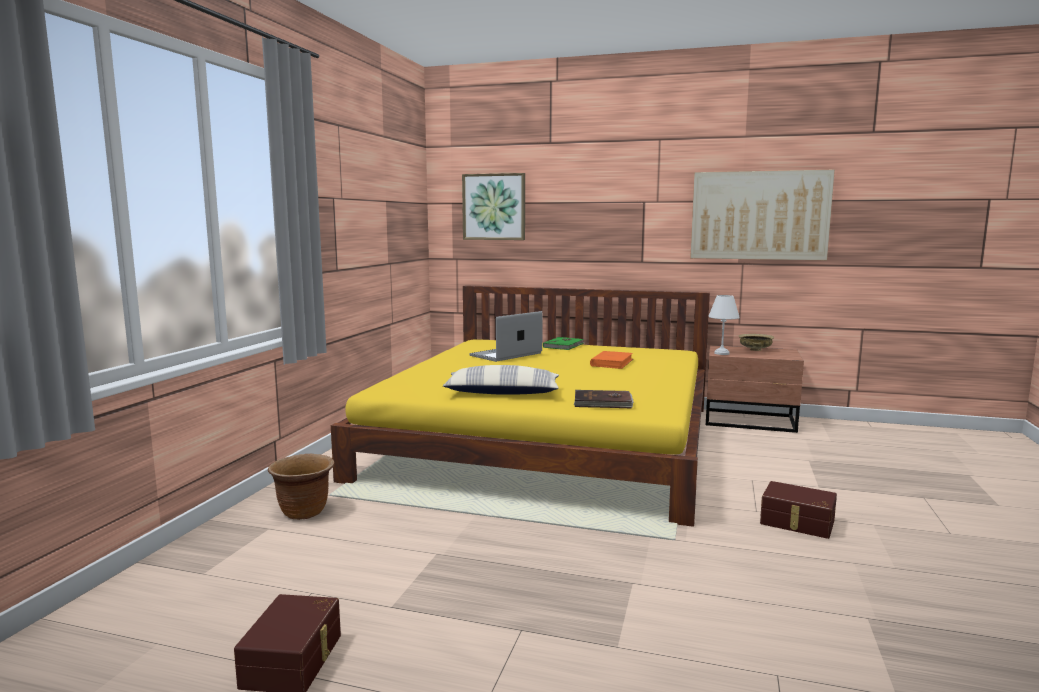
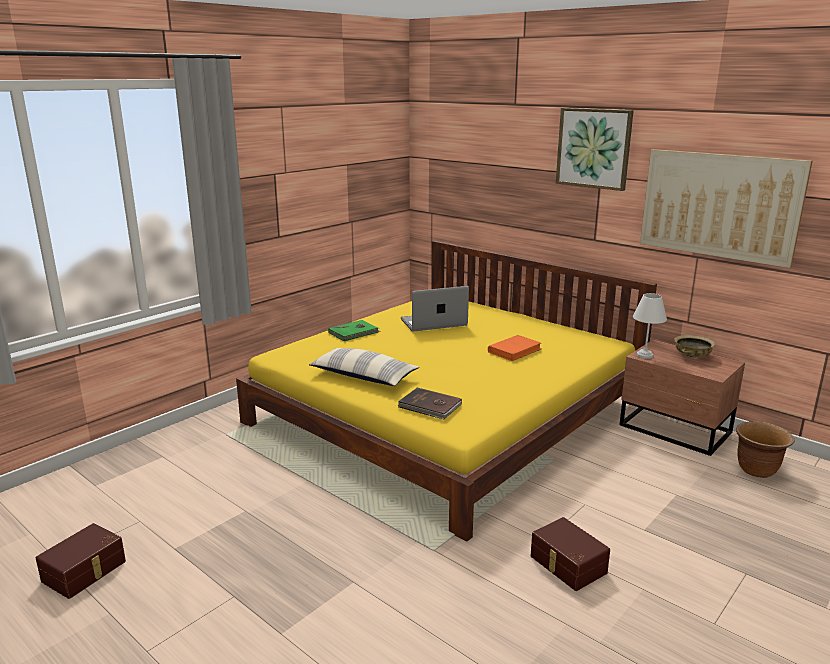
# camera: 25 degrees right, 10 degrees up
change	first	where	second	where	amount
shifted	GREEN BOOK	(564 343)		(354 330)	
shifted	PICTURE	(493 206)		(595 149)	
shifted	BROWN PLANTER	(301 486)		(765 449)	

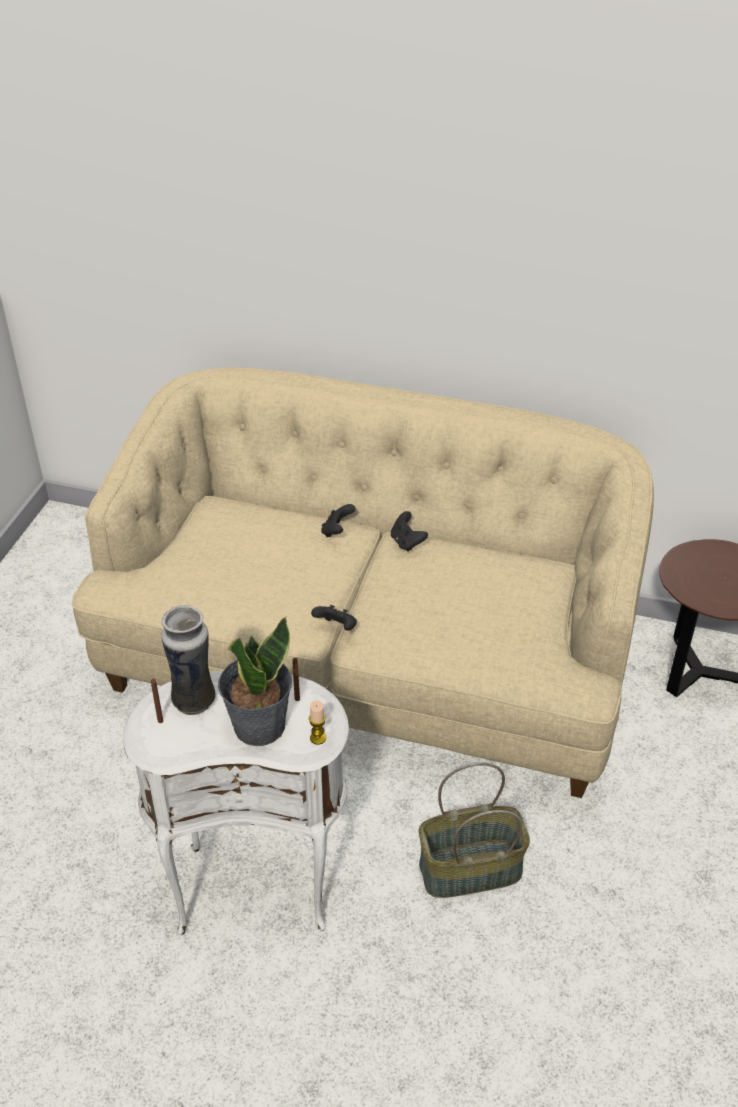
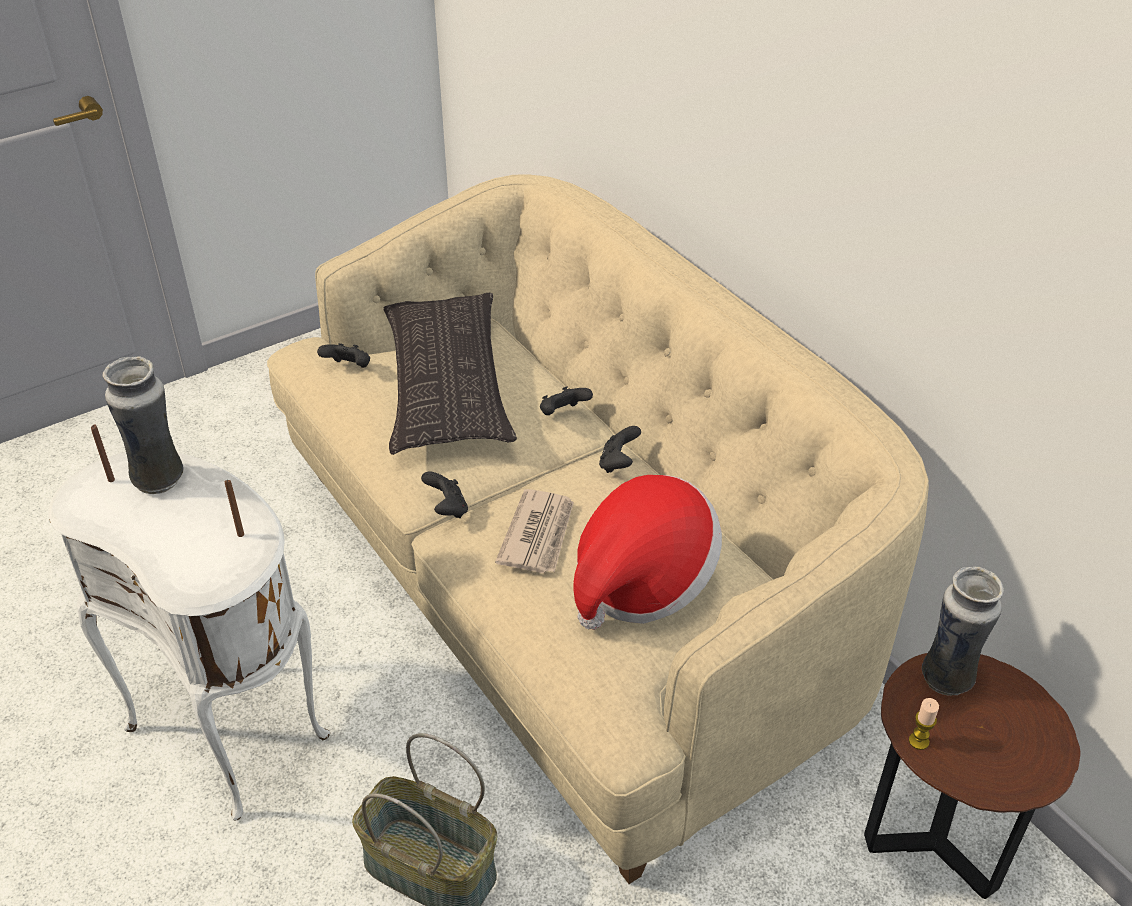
# camera: 40 degrees right, 0 degrees up
change	first	where	second	where	amount
new			BLACK GAME CONTROLLER	(343 355)	
new			PILLOW	(450 374)	
new			NEWSPAPER	(534 531)	
new			HAT	(648 552)	
shifted	CANDLE	(317 723)		(924 724)	
new			VASE	(963 631)	
gone	POTTED PLANT	(255 681)			

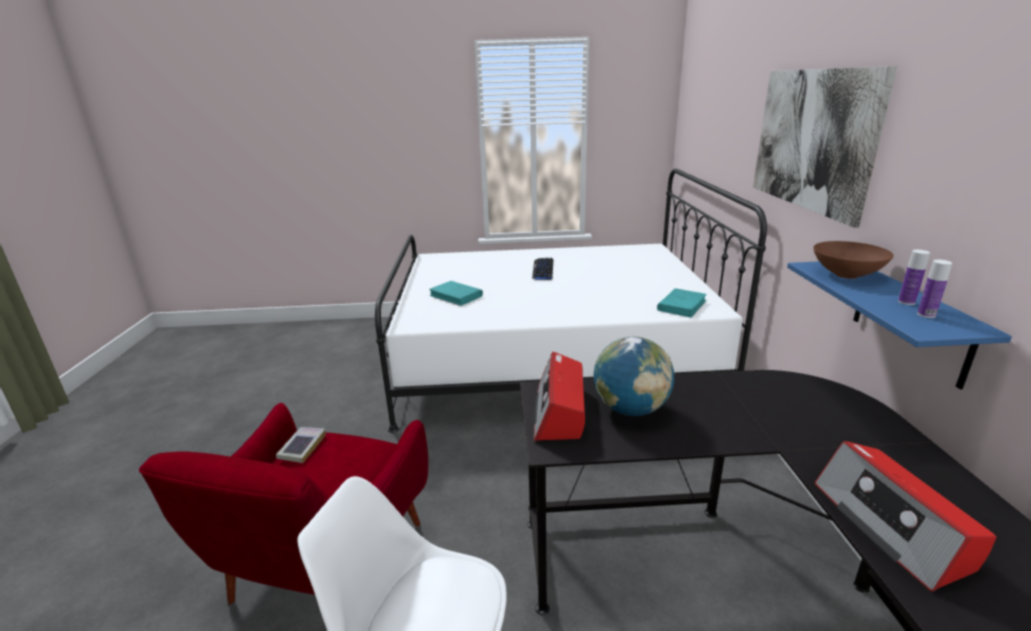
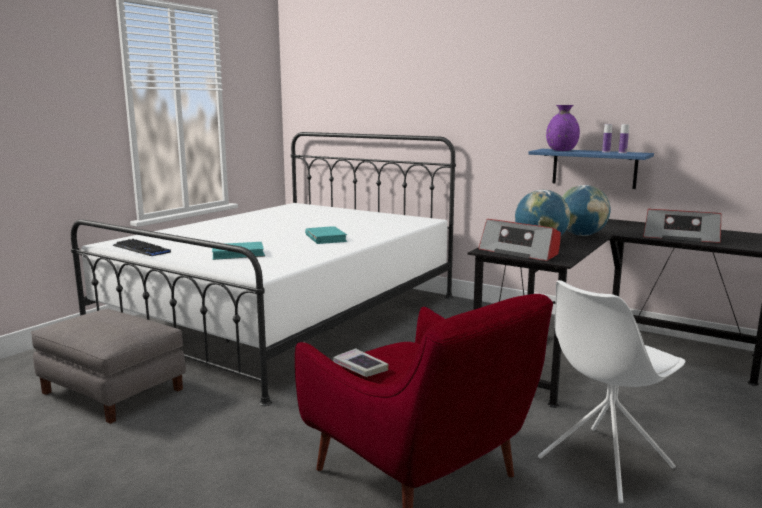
# camera: 55 degrees left, 10 degrees down
change	first	where	second	where	amount
new			GREY OTTOMAN	(108 366)	
shifted	KEYBOARD	(542 269)		(141 247)	
shifted	TURQUOISE BOOK	(682 302)		(326 235)	
swapped	BROWN BOWL	(853 260)	PURPLE VASE	(563 128)	
new			GLOBE	(586 210)	
gone	PICTURE	(825 147)			

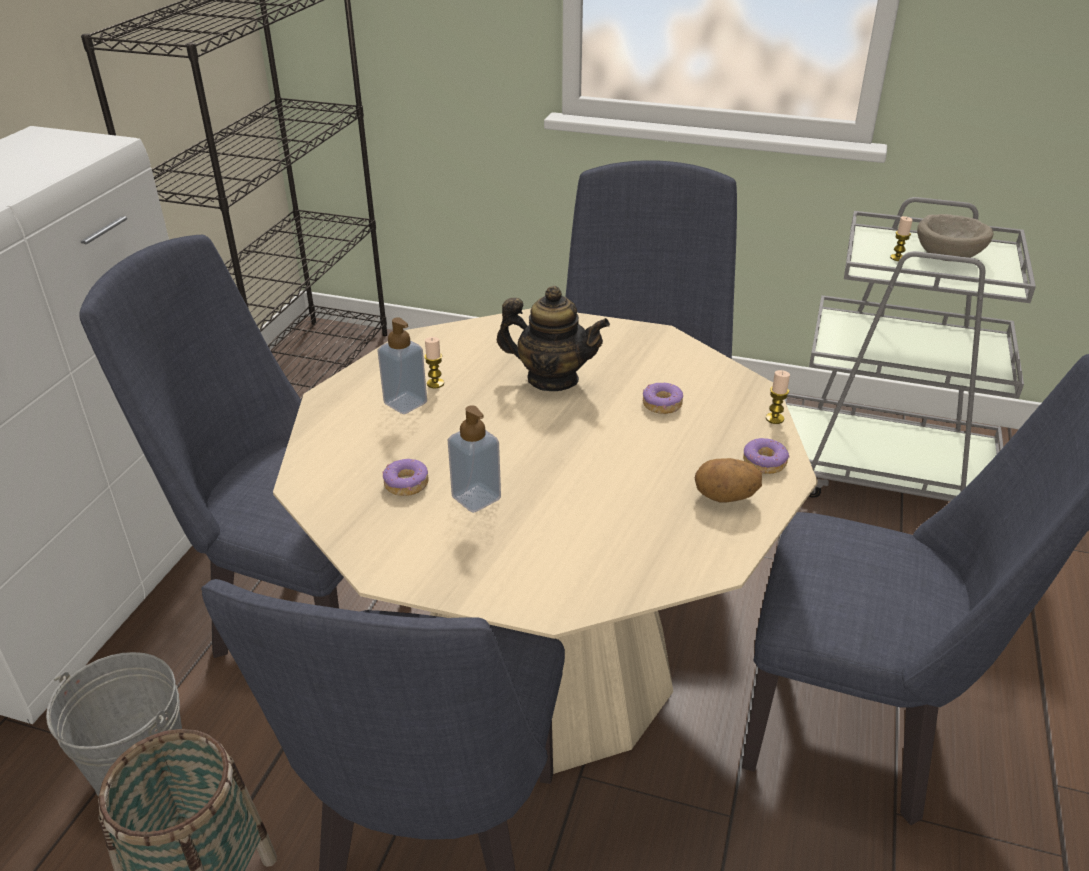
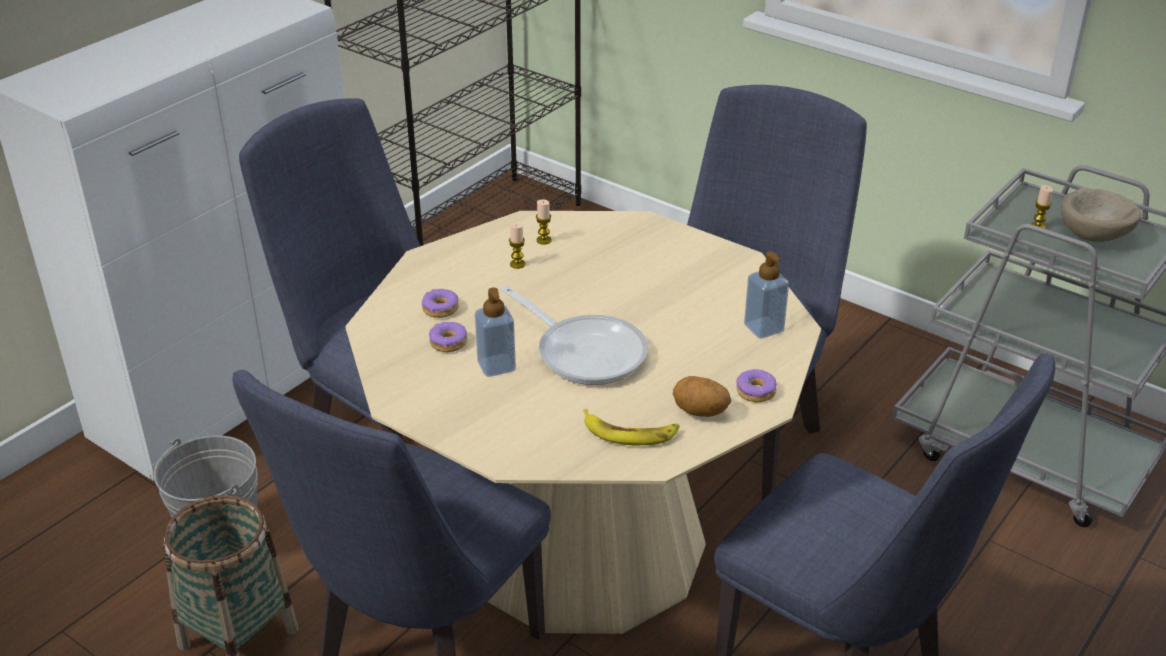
# camera: 20 degrees right, 0 degrees up
change	first	where	second	where	amount
shifted	DONUT	(663 398)		(440 303)	
new			FRYING PAN	(574 335)	
shifted	CANDLE	(778 397)		(544 222)	
new			BANANA	(631 427)	
shifted	SOAP DISPENSER	(402 365)		(766 295)	
gone	TEAPOT	(553 338)			

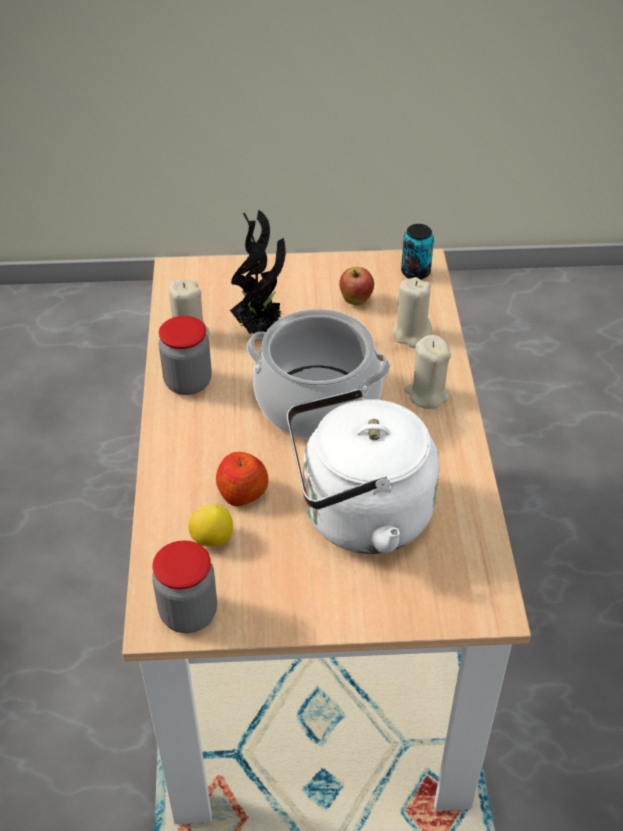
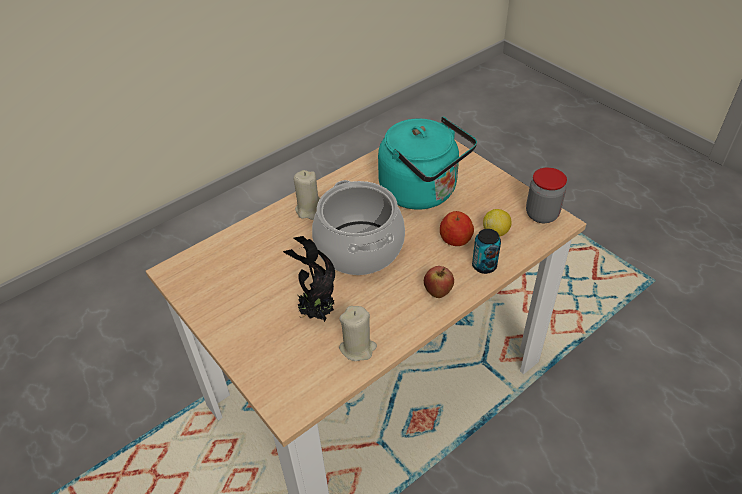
# camera: 125 degrees left, 0 degrees up
change	first	where	second	where	amount
repainted	WHITE KETTLE	(363 471)	TURQUOISE KETTLE	(427 163)	
shifted	APPLE	(356 286)		(439 282)	
shifted	CAN	(417 252)		(486 251)	
gone	JAR	(185 355)			
gone	BEIGE CANDLE	(412 312)			

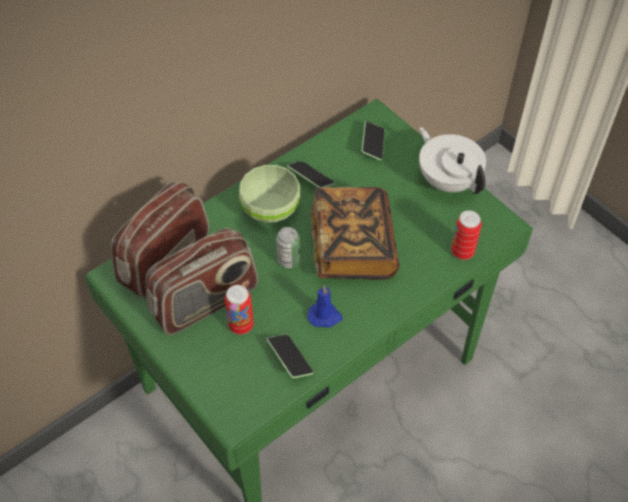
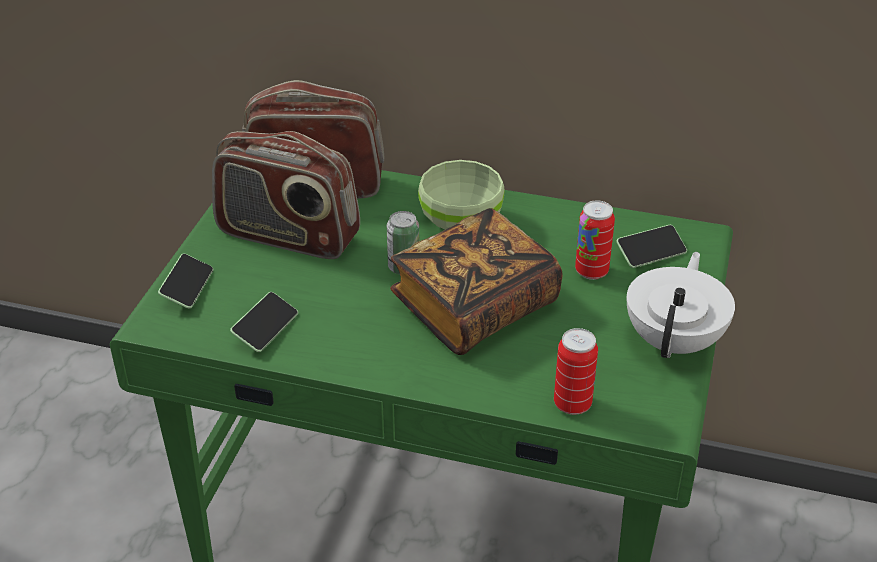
# camera: 55 degrees right, 15 degrees down
change	first	where	second	where	amount
shifted	PHONE	(311 174)		(186 281)	
shifted	CAN	(239 310)		(595 240)	
gone	BLUE CANDLE	(325 306)			

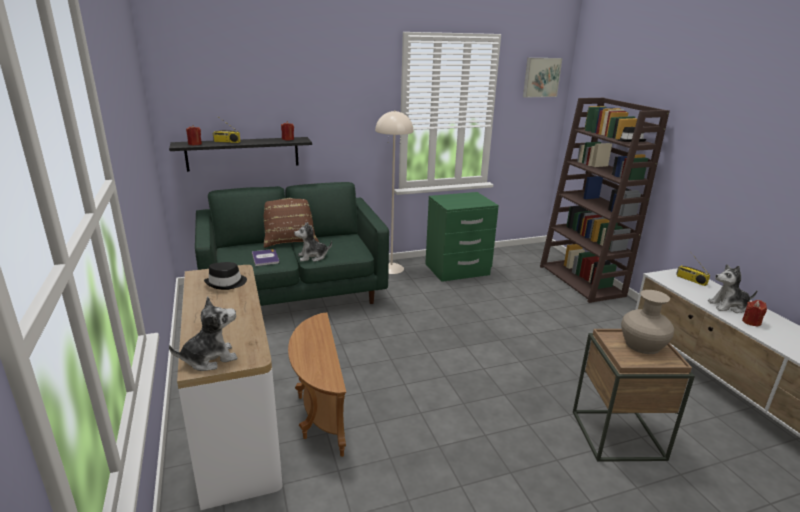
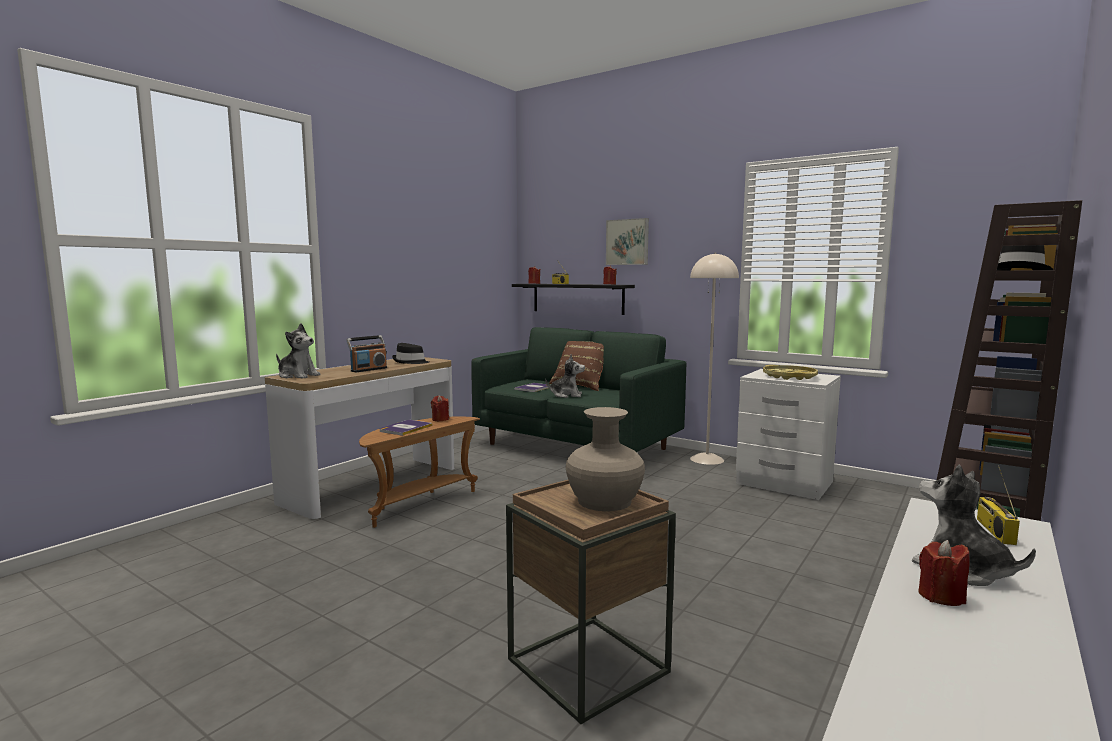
# camera: 55 degrees right, 15 degrees down
change	first	where	second	where	amount
new			RADIO	(366 353)	
new			BOOK	(406 428)	
new			RED CANDLE	(440 408)	
rotated	PLUSH TOY	(313 242)		(565 376)	150 degrees clockwise
shifted	PICTURE	(542 77)		(627 241)	
repainted	GREEN NIGHTSTAND	(462 237)	WHITE NIGHTSTAND	(788 434)	
new			YELLOW TRAY	(790 372)	

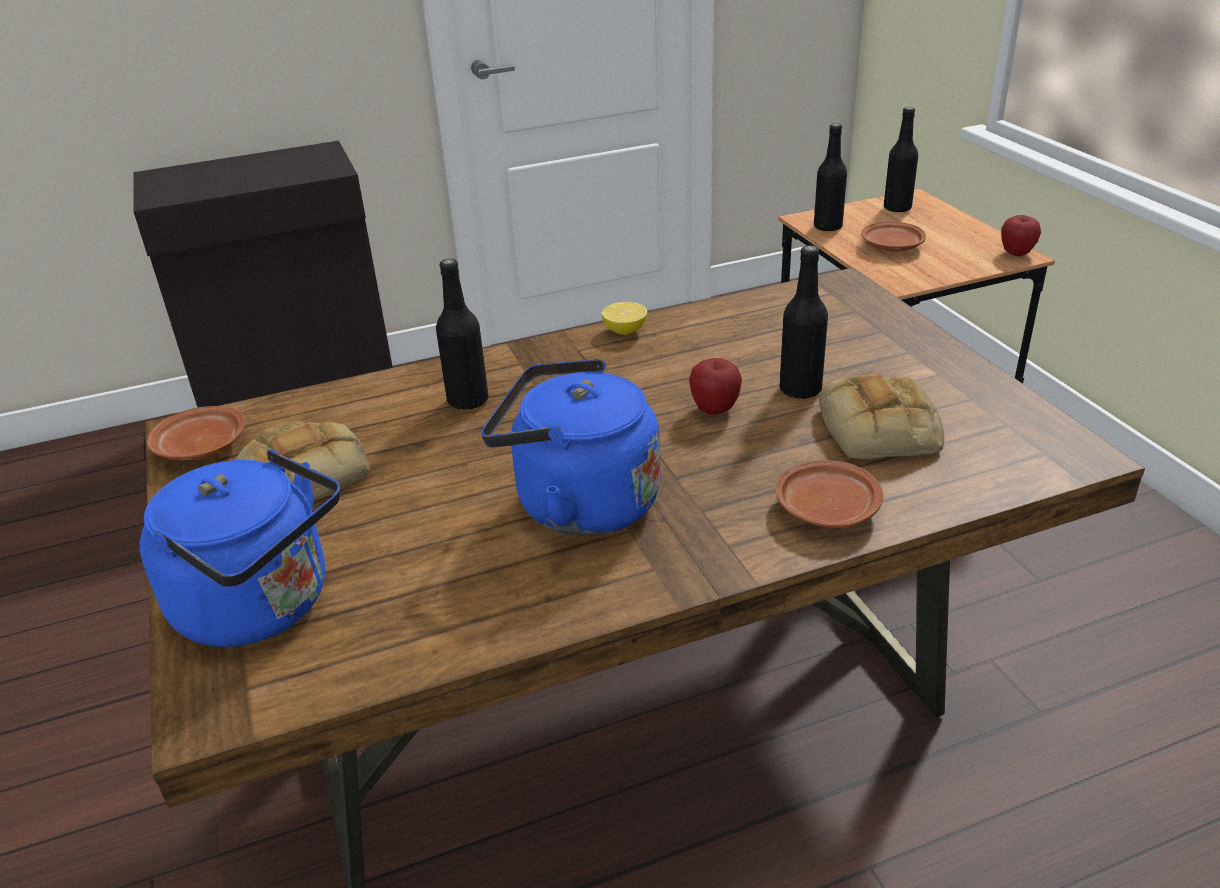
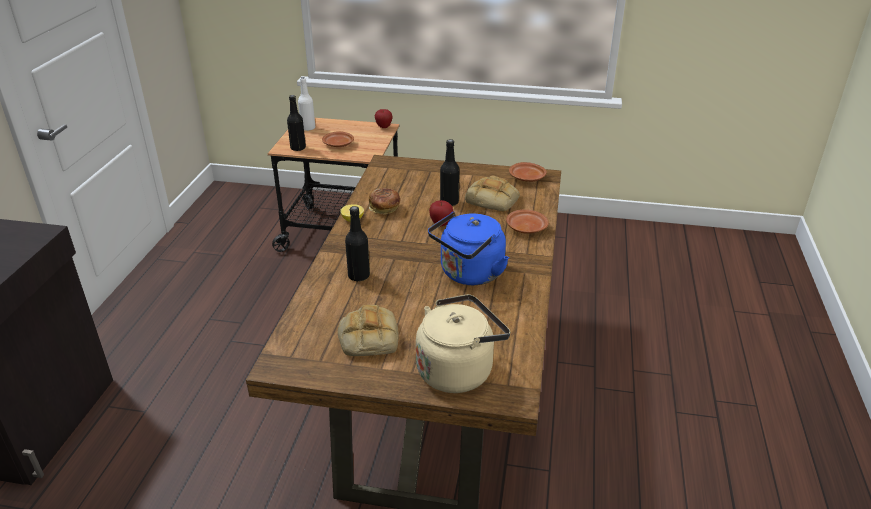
# camera: 60 degrees left, 0 degrees up
change	first	where	second	where	amount
repainted	BLACK BOTTLE	(901 160)	WHITE BOTTLE	(306 104)	
new			BREAD	(384 201)	
repainted	BLUE KETTLE	(240 548)	BEIGE KETTLE	(463 343)	
shifted	BROWN PLATE	(196 433)		(528 172)	

